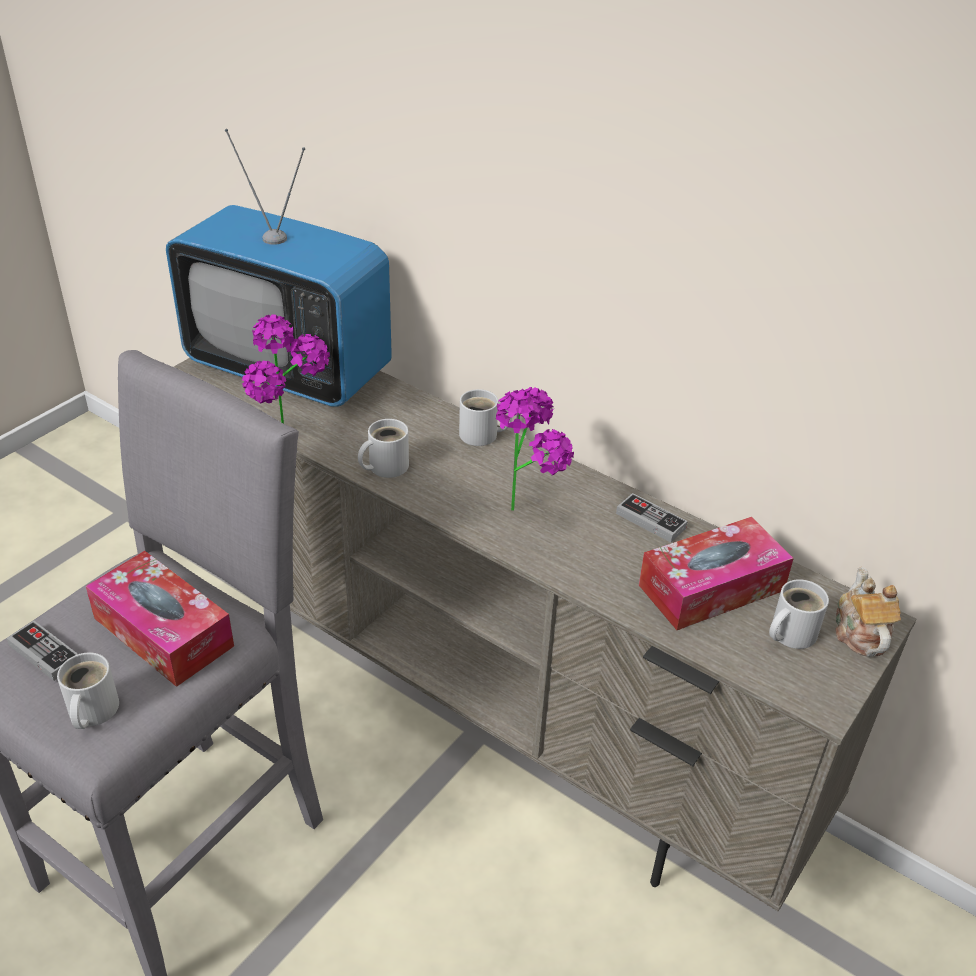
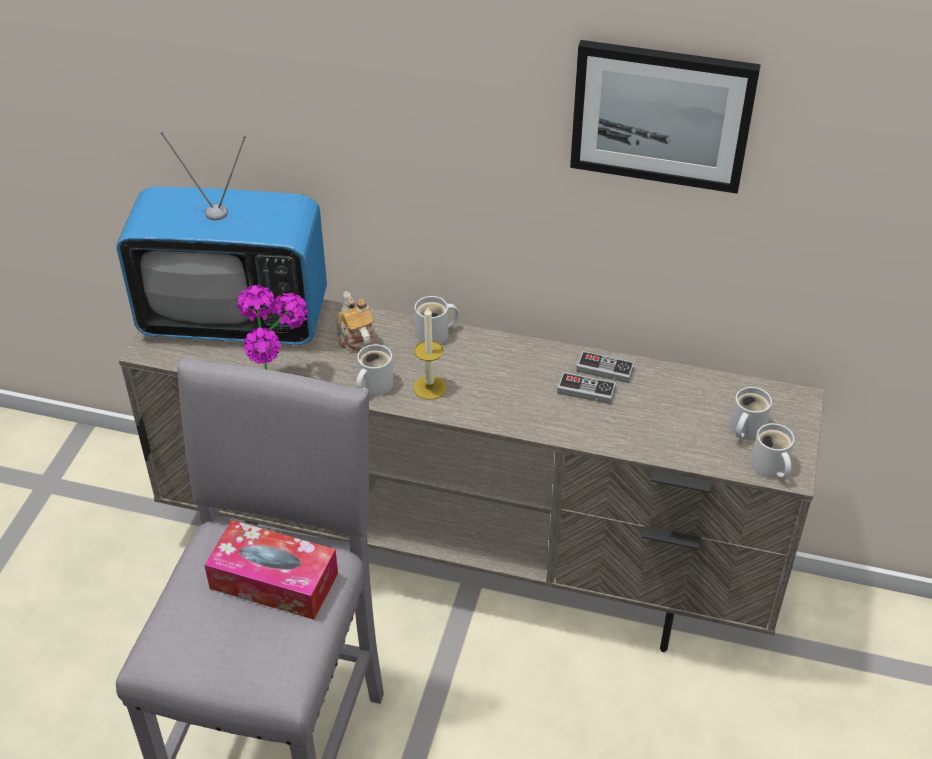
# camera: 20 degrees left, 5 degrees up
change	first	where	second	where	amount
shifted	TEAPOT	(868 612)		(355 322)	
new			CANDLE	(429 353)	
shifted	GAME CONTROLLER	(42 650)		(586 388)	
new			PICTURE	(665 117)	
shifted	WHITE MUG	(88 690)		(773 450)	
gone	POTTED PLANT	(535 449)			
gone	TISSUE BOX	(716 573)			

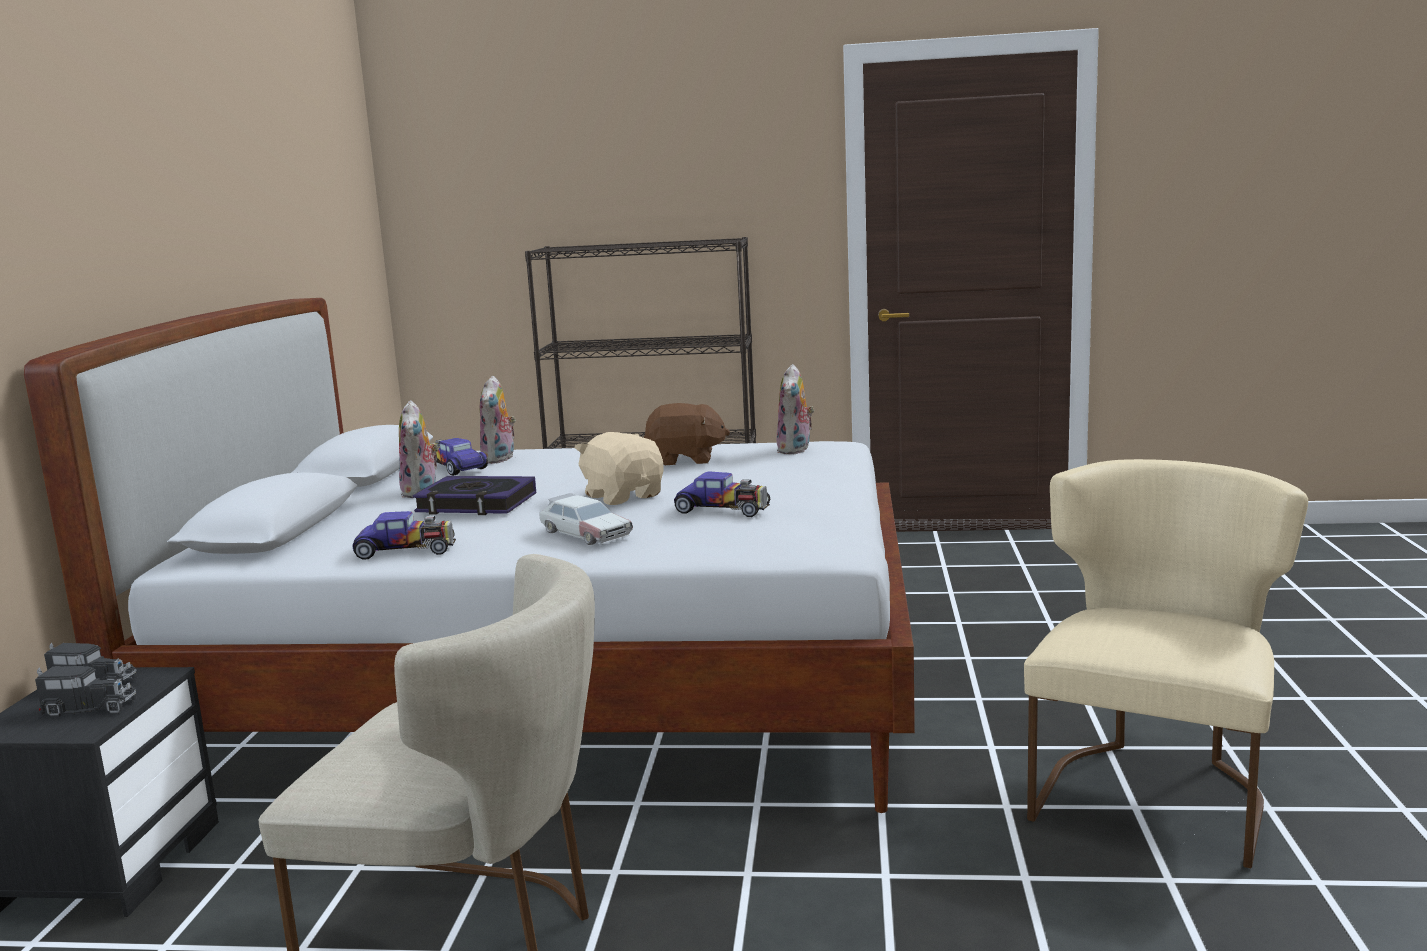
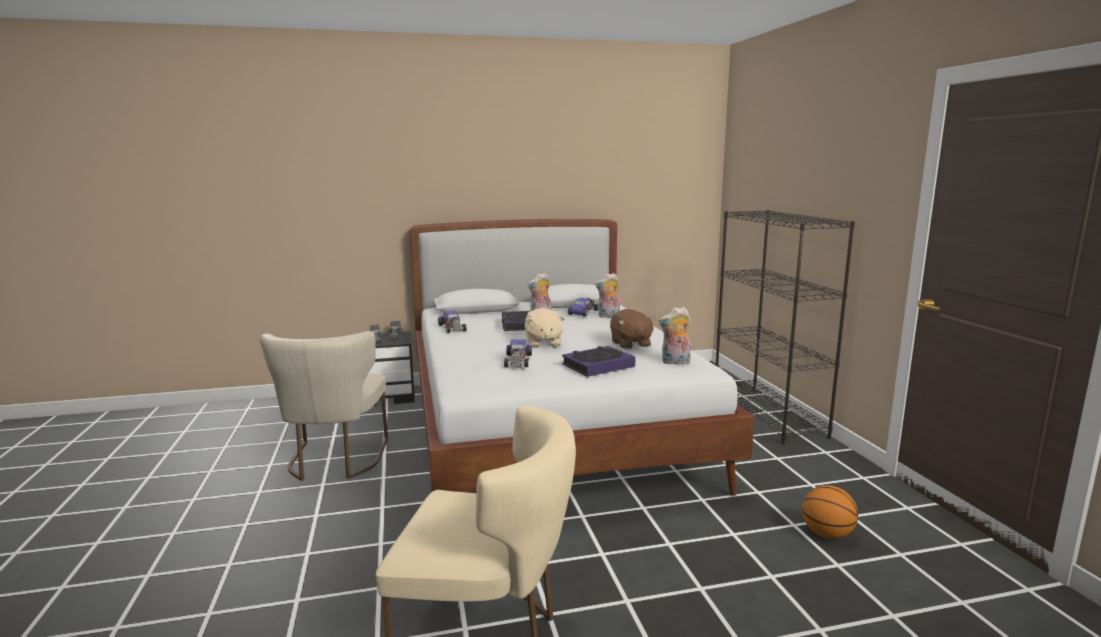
# camera: 70 degrees right, 0 degrees up
change	first	where	second	where	amount
rotated	BEIGE PLUSH TOY	(618 468)		(545 327)	135 degrees clockwise
new			BOOK	(598 361)	
new			BASKETBALL	(830 512)	
gone	TOY CAR	(586 519)			

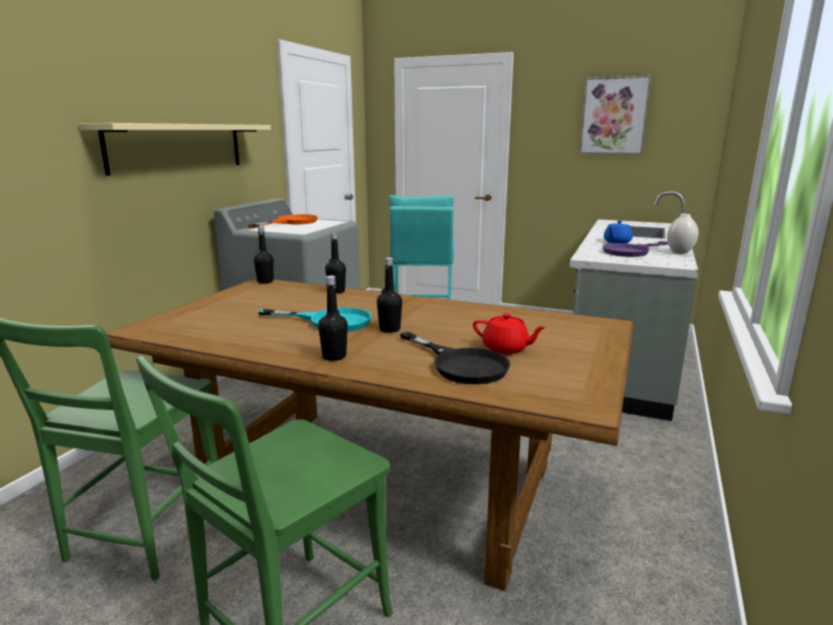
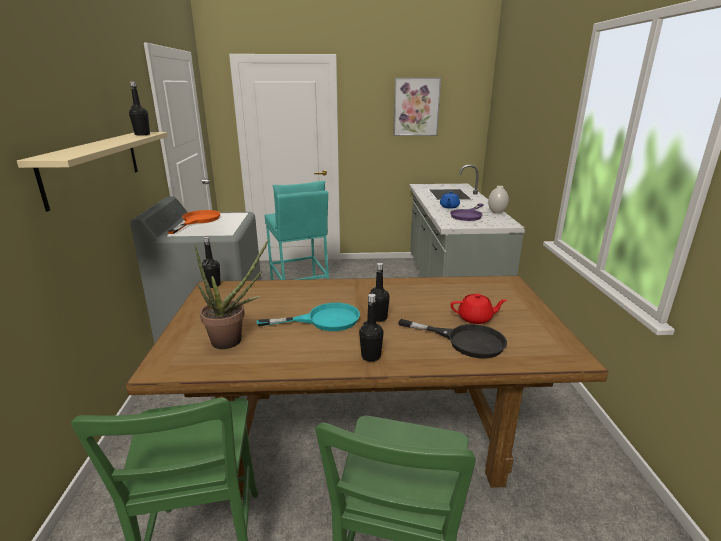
# camera: 25 degrees left, 5 degrees up
change	first	where	second	where	amount
shifted	BLACK BOTTLE	(335 263)		(139 108)	
new			POTTED PLANT	(232 294)	

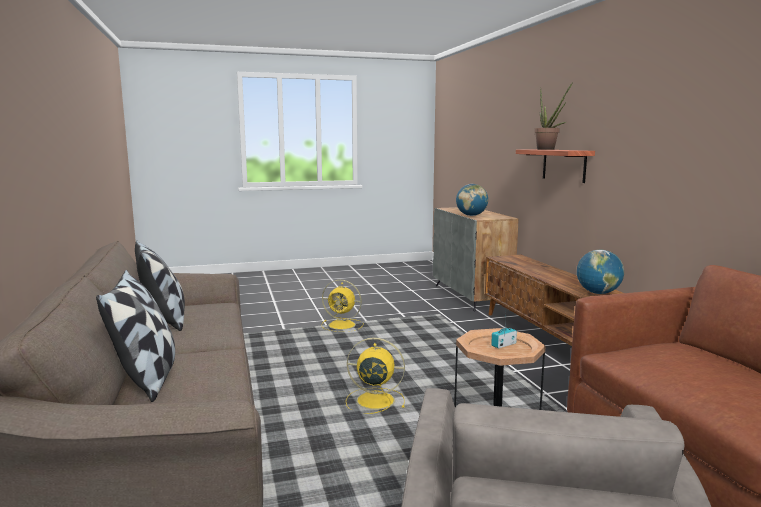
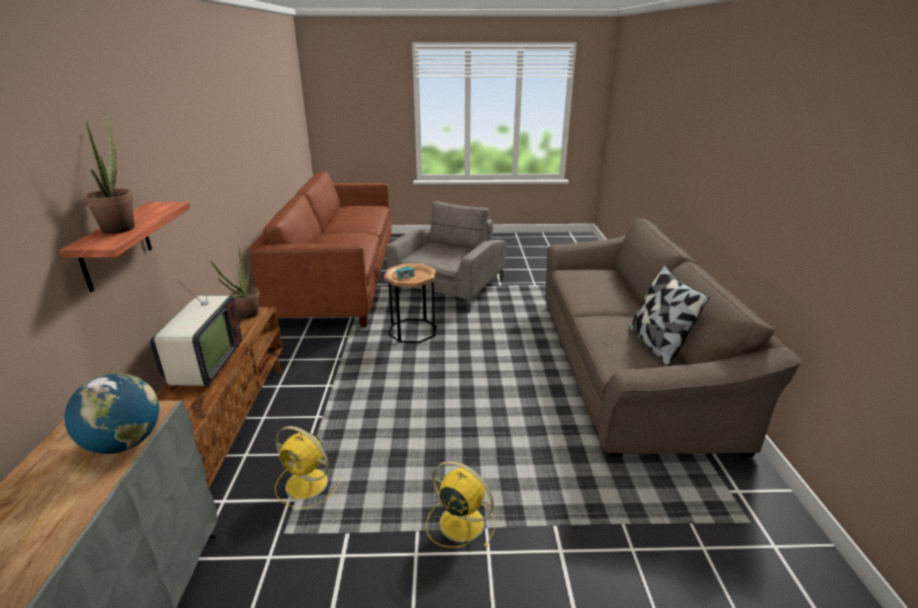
# camera: 165 degrees left, 15 degrees up
change	first	where	second	where	amount
new			TELEVISION	(196 321)	
swapped	GLOBE	(600 272)	POTTED PLANT	(235 282)	
shifted	YELLOW FAN	(375 375)		(307 467)	
gone	PILLOW	(135 336)			

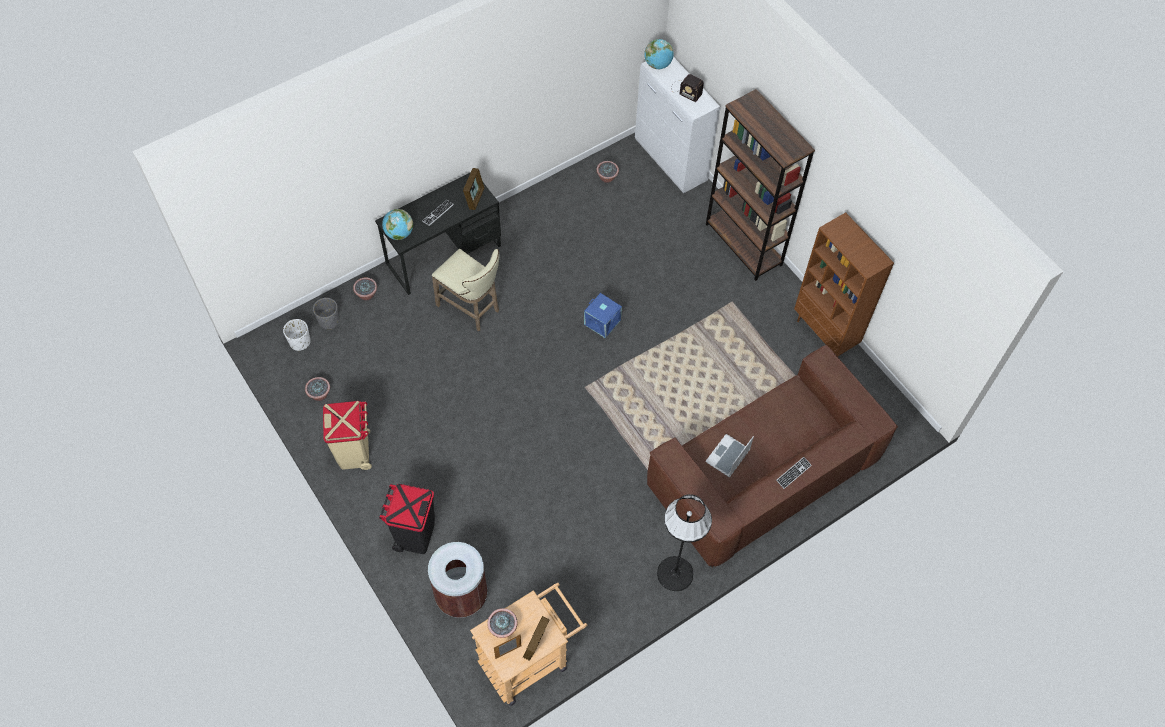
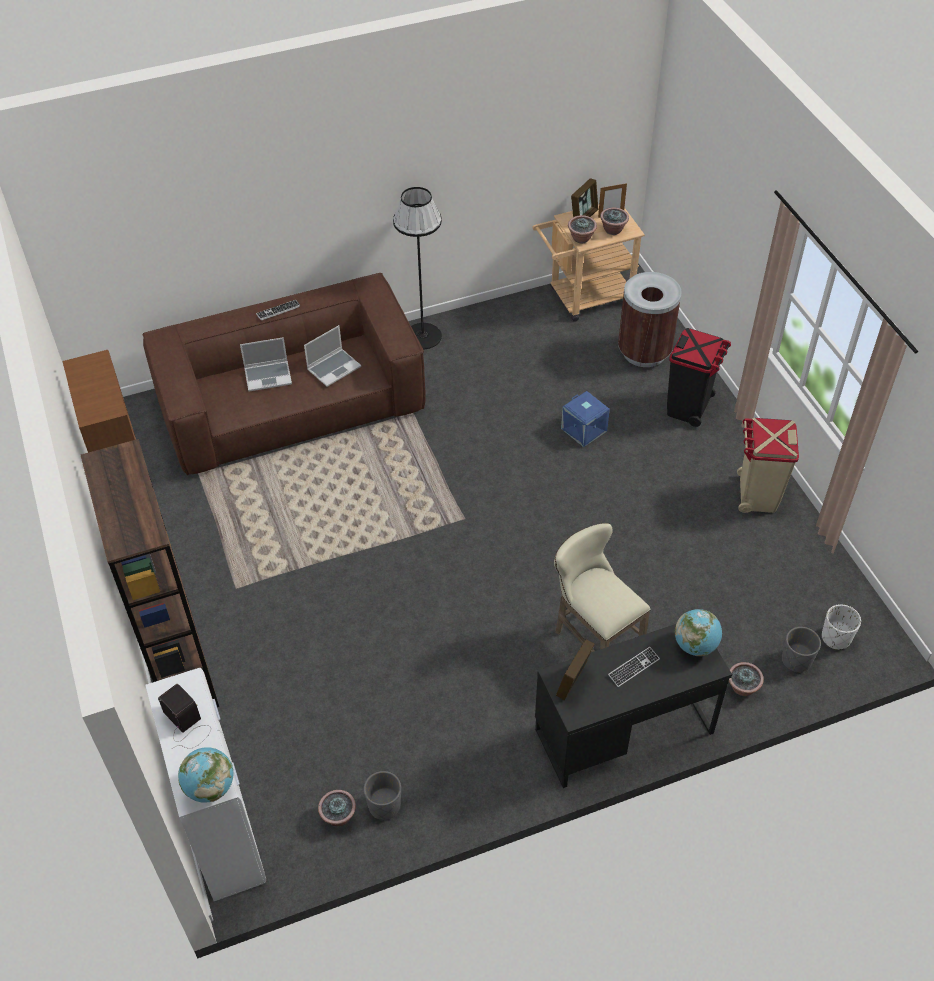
# camera: 165 degrees left, 10 degrees down
change	first	where	second	where	amount
new			LAPTOP	(266 364)	
new			GREY PLANTER	(382 795)	
shifted	BLUE STORAGE BOX	(603 315)		(585 419)	
shifted	POTTED PLANT	(317 389)		(582 229)	

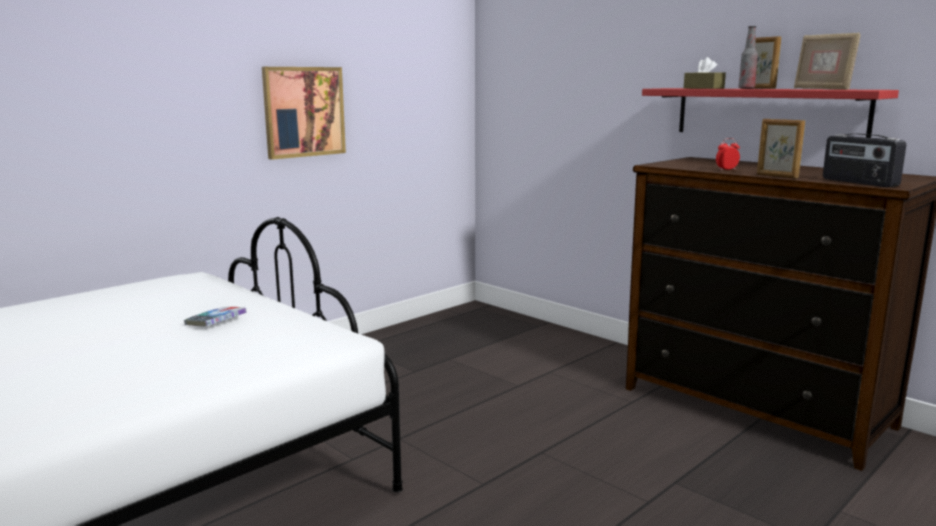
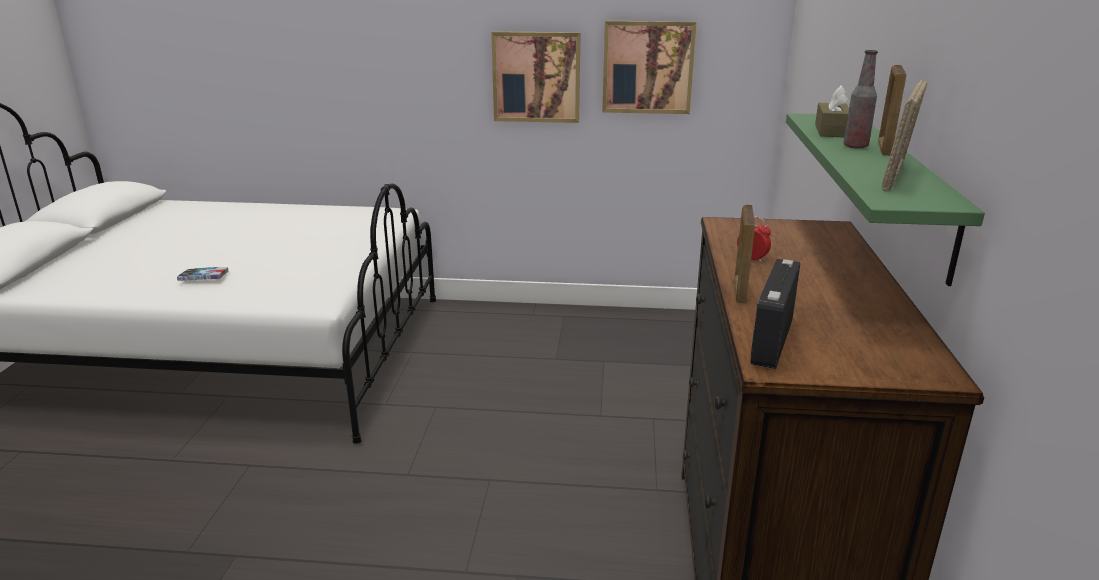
# camera: 50 degrees right, 10 degrees up
change	first	where	second	where	amount
shifted	BOOK	(215 316)		(203 274)	
new			PICTURE	(649 67)	
repainted	RED SHELF	(770 113)	GREEN SHELF	(885 199)	

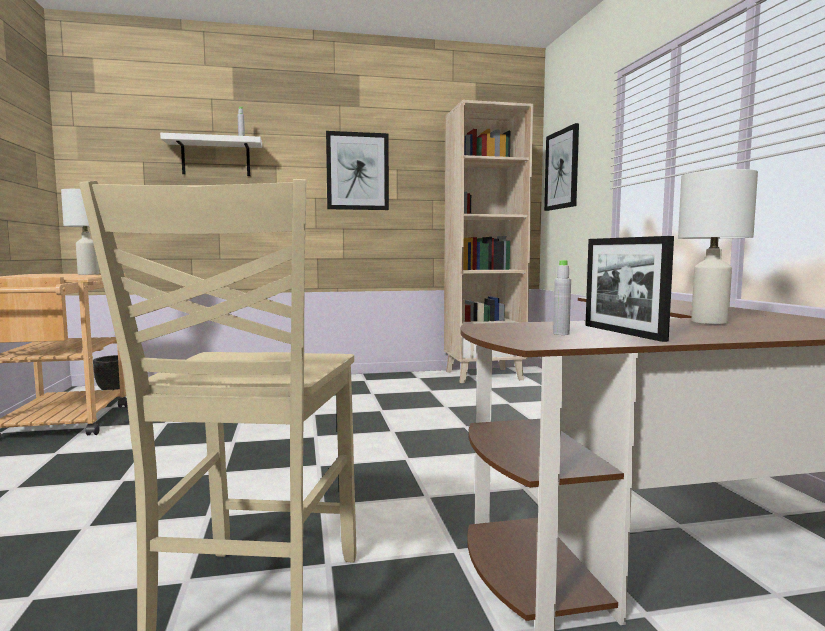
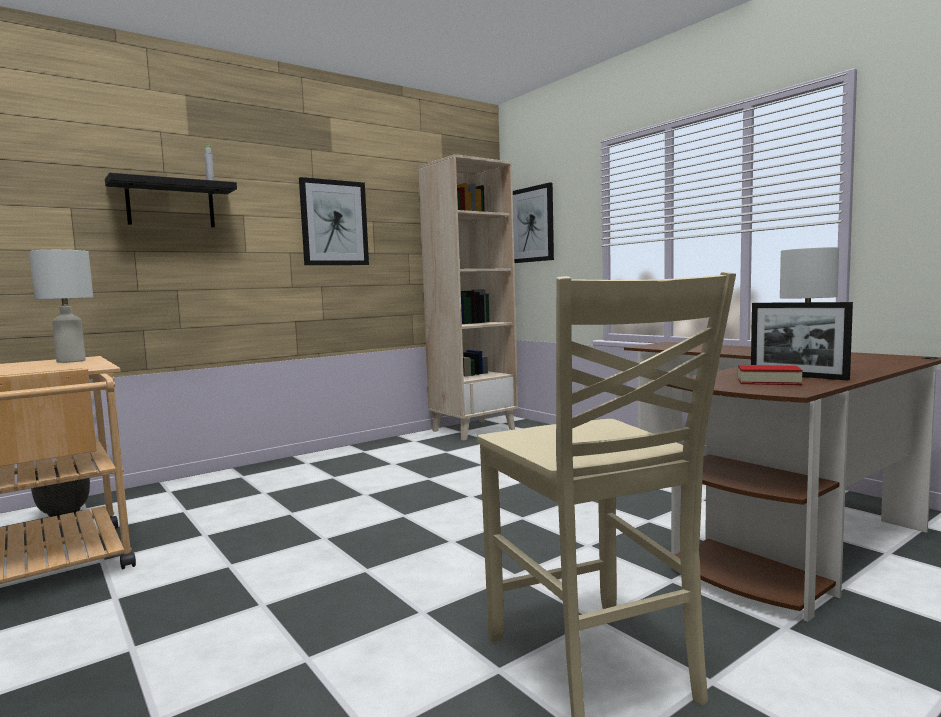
# camera: 25 degrees left, 0 degrees up
change	first	where	second	where	amount
repainted	WHITE SHELF	(211 154)	BLACK SHELF	(171 200)	
swapped	GREY BOTTLE	(562 297)	BOOK	(770 375)	

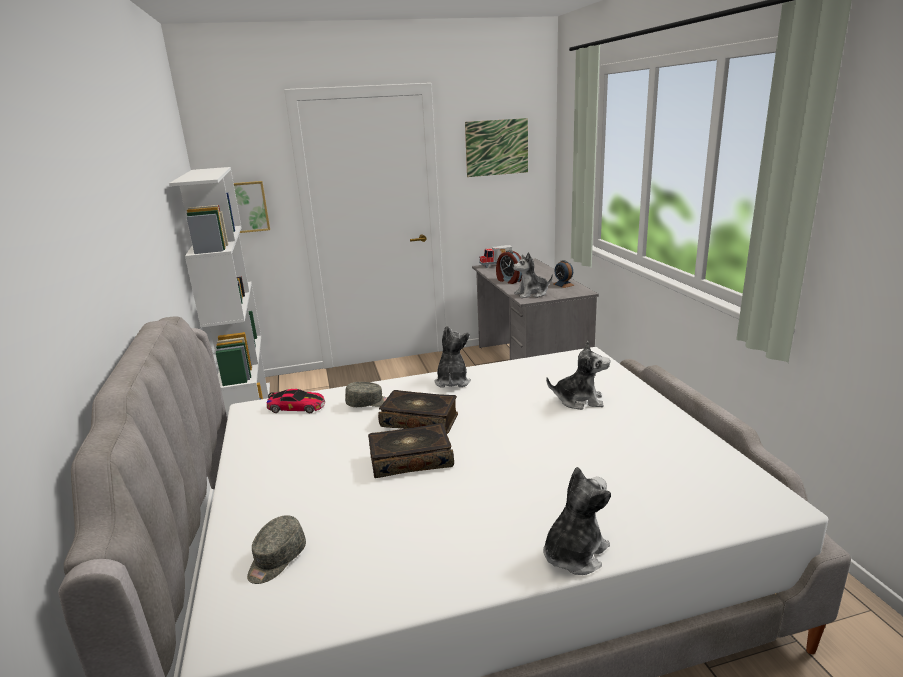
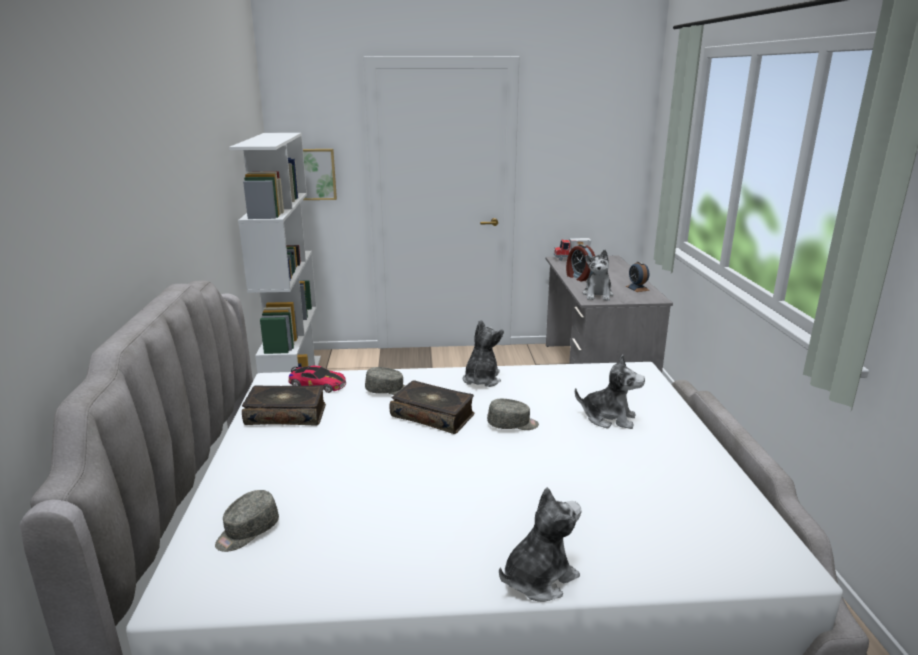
# camera: 10 degrees right, 0 degrees up
change	first	where	second	where	amount
shifted	BOOK	(411 450)		(284 405)	
new			GREY CAP	(513 414)	
rotated	PLUSH TOY	(533 275)		(598 275)	75 degrees counterclockwise
gone	PICTURE	(496 147)			

